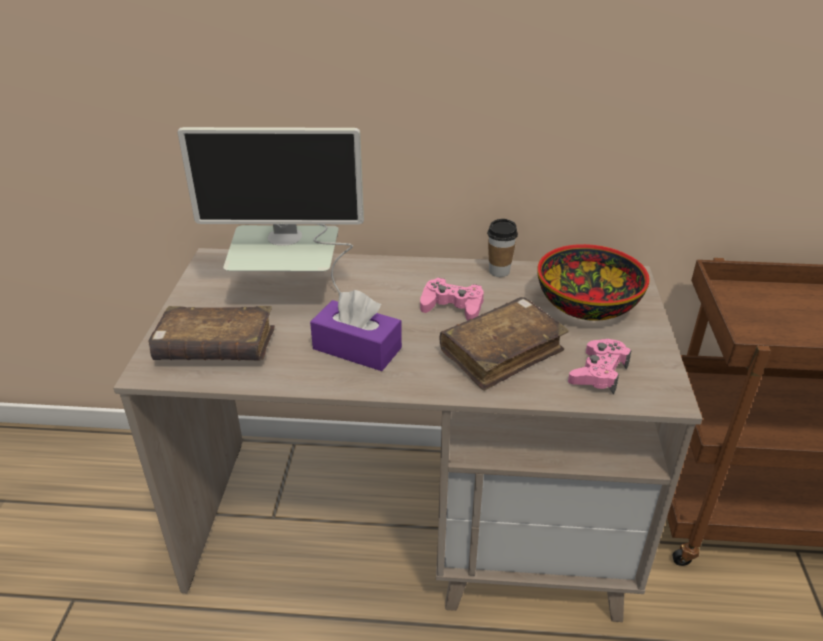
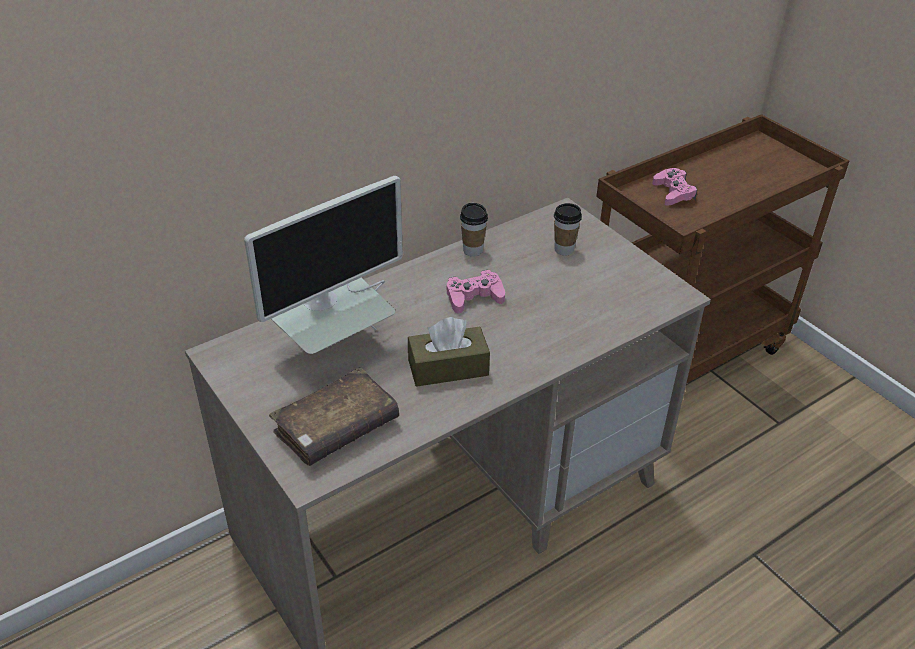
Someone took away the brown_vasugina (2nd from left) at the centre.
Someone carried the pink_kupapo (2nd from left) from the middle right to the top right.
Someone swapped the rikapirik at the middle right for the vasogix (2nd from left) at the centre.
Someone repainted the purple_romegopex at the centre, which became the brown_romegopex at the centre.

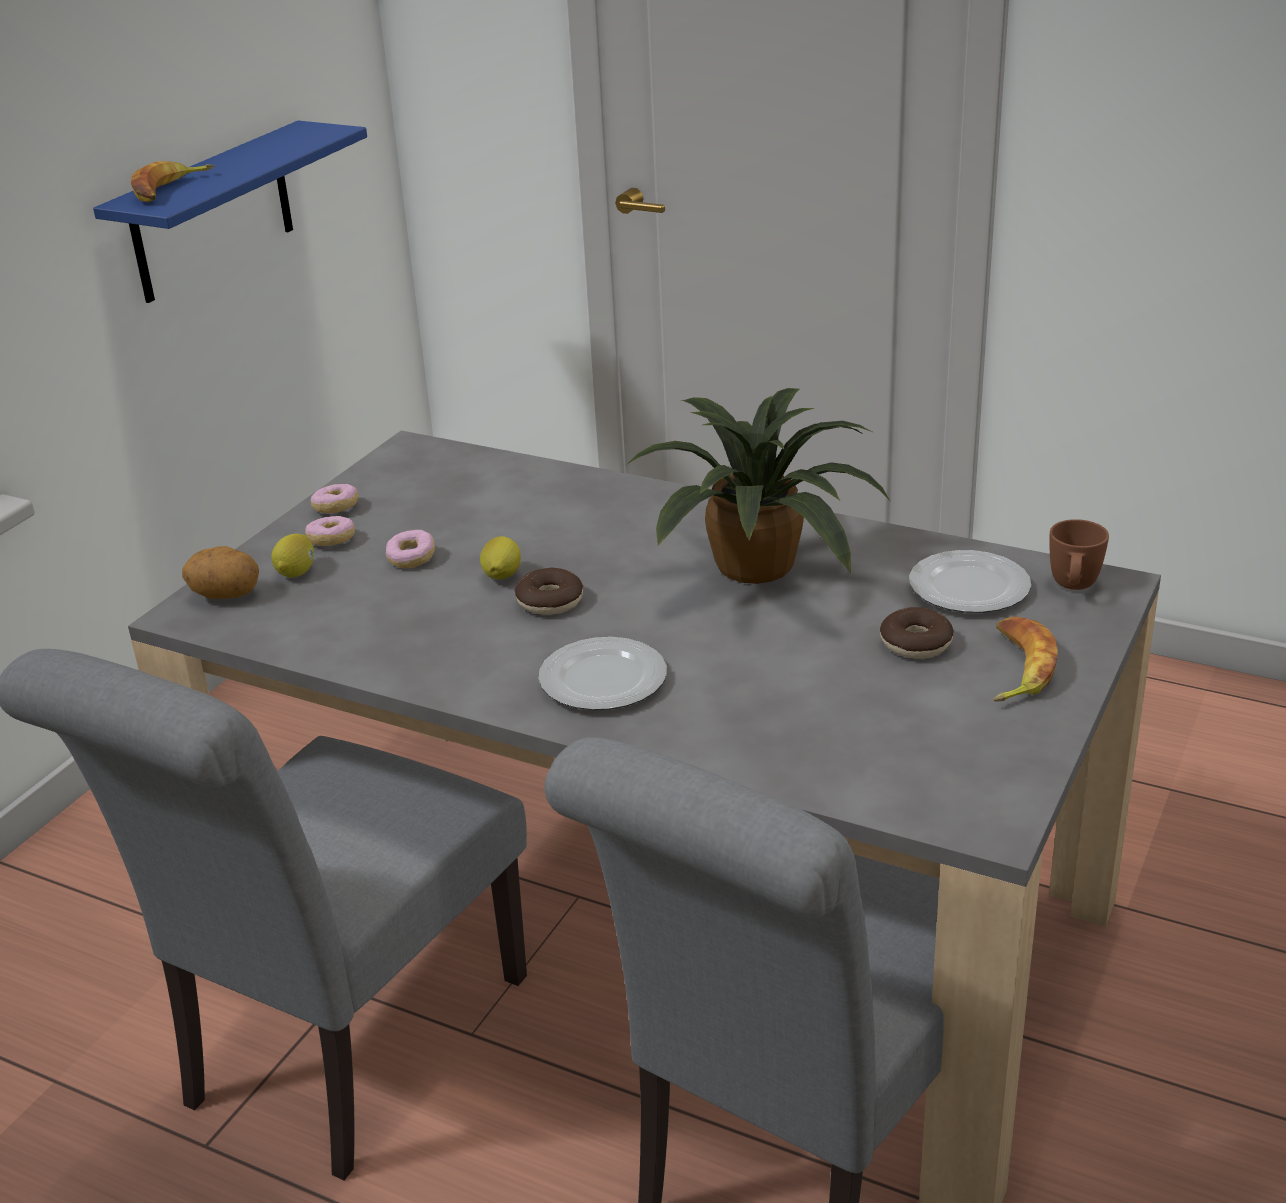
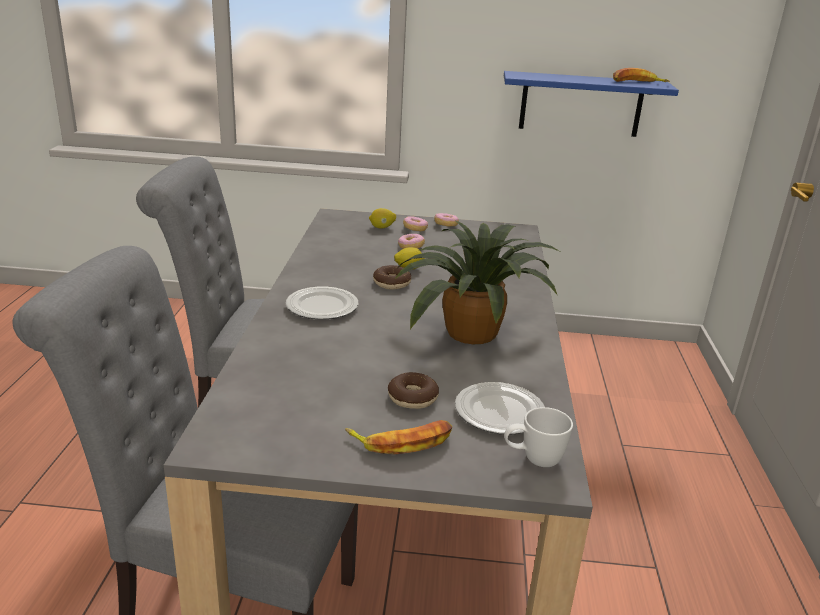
Someone took away the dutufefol at the middle left.
Someone carried the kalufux (1st from left in the first image) from the top left to the top right.
Someone repainted the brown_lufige at the middle right, which became the white_lufige at the bottom centre.

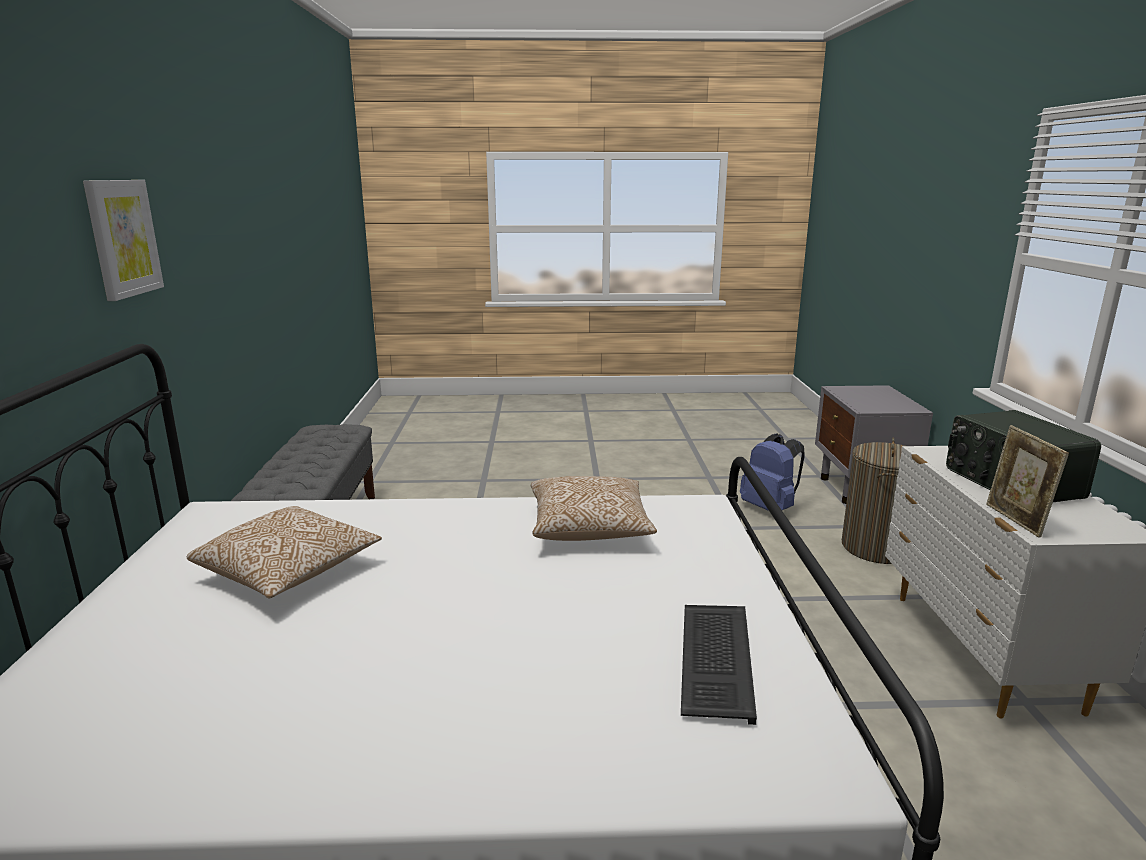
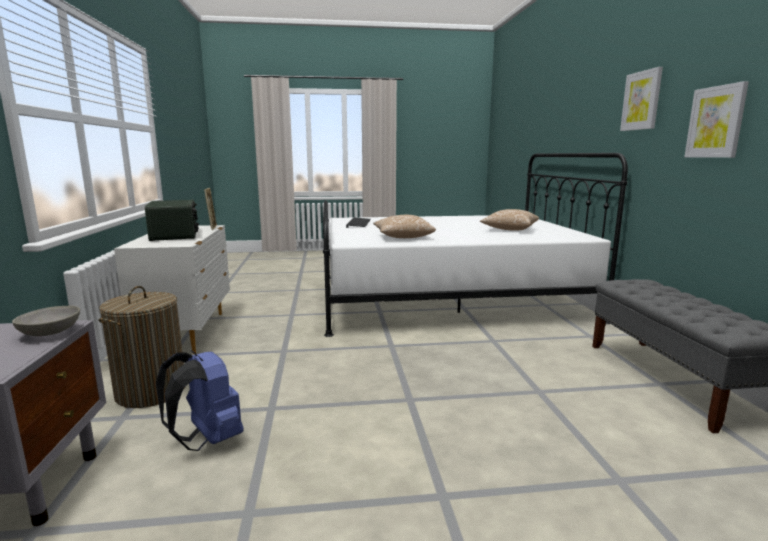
Someone put down the grey_rikapirik at the middle left.
Someone put up the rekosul (2nd from left) at the top right.

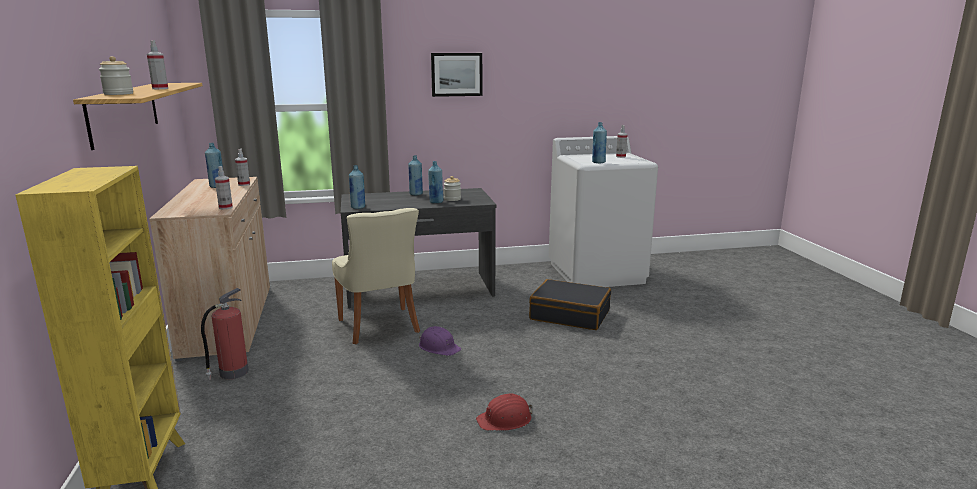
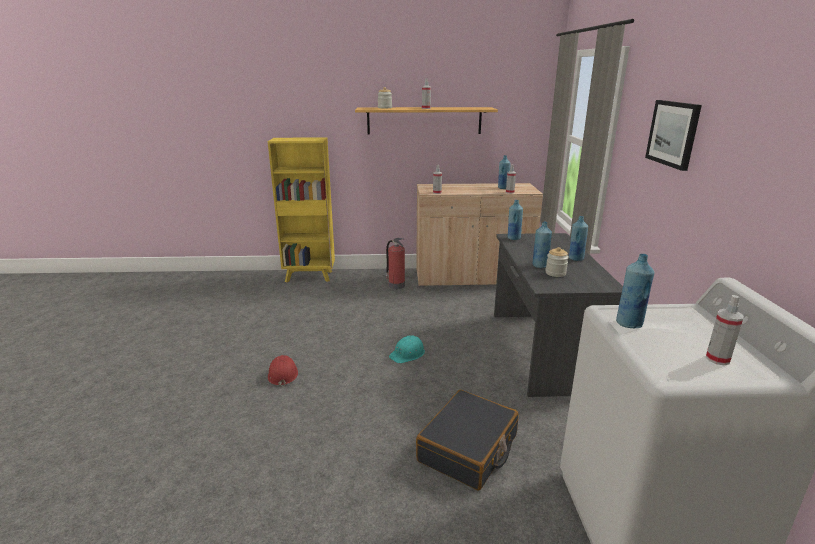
Someone took away the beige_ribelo at the centre.
Someone repainted the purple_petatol at the bottom centre, which became the turquoise_petatol at the centre.

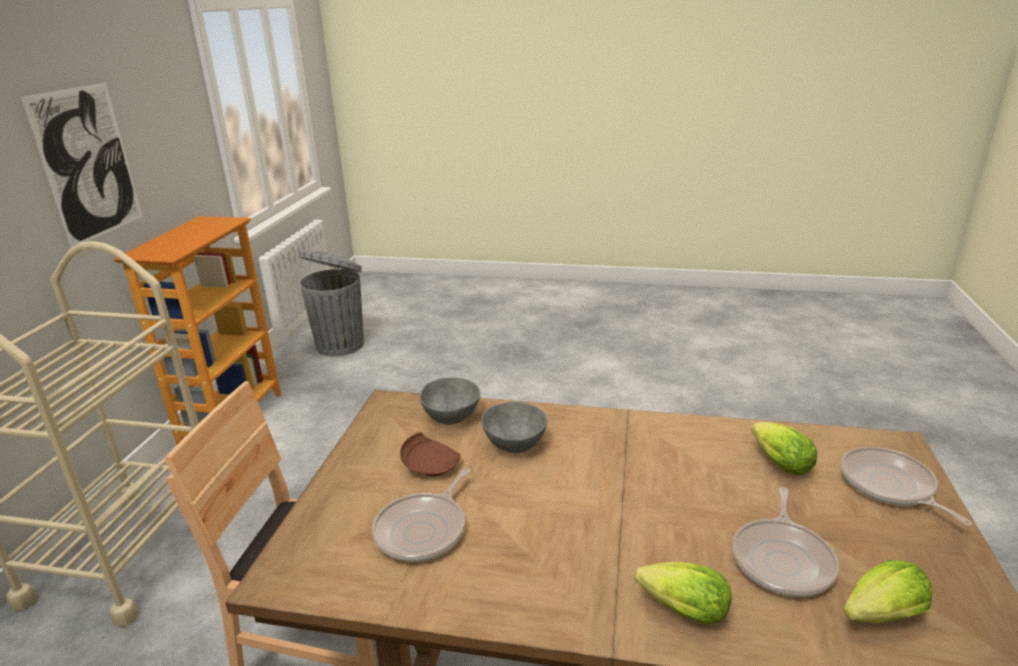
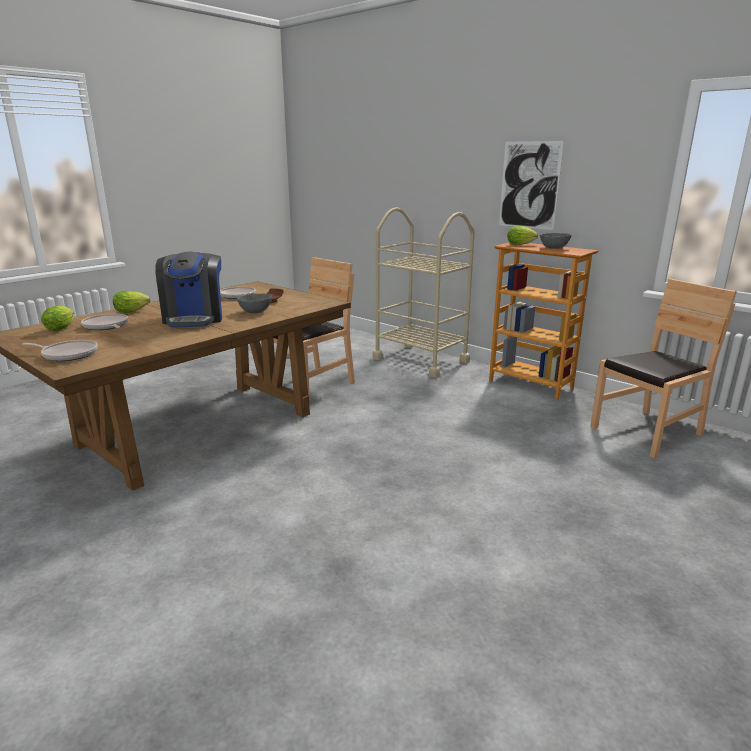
Someone put down the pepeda at the middle left.
Someone carried the grey_rikapirik (1st from left in the first image) from the centre to the top right.
Someone carried the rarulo (2nd from left in the first image) from the bottom right to the top right.
Someone swapped the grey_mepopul at the middle left for the brown_ribelo (2nd from left) at the middle right.

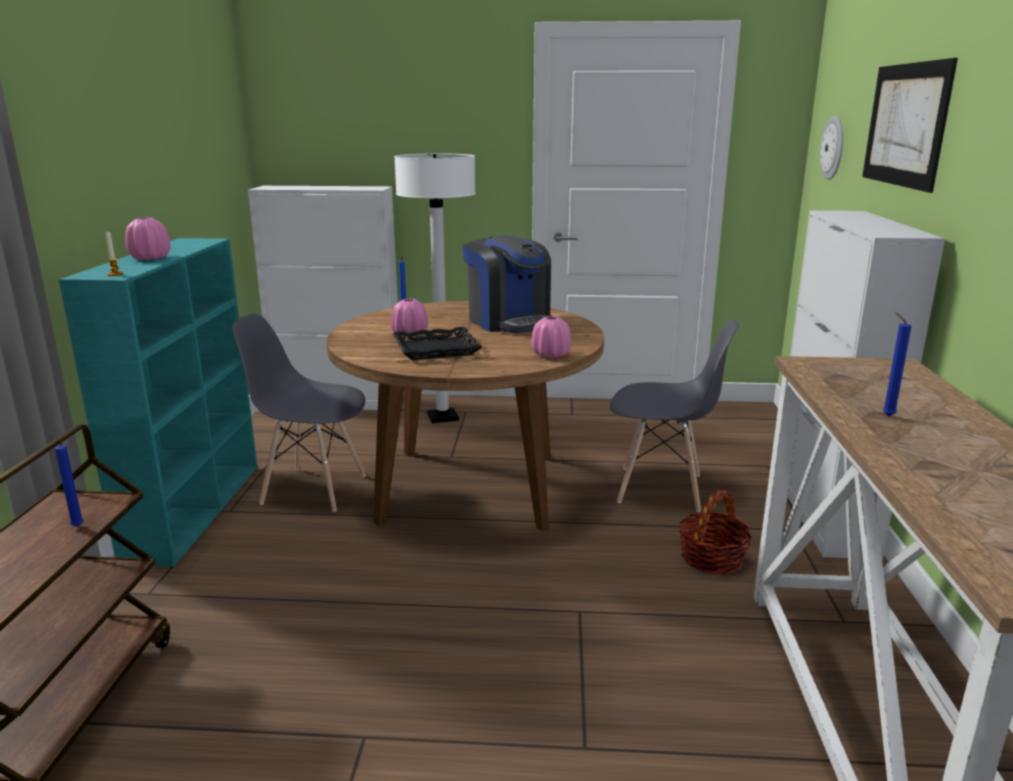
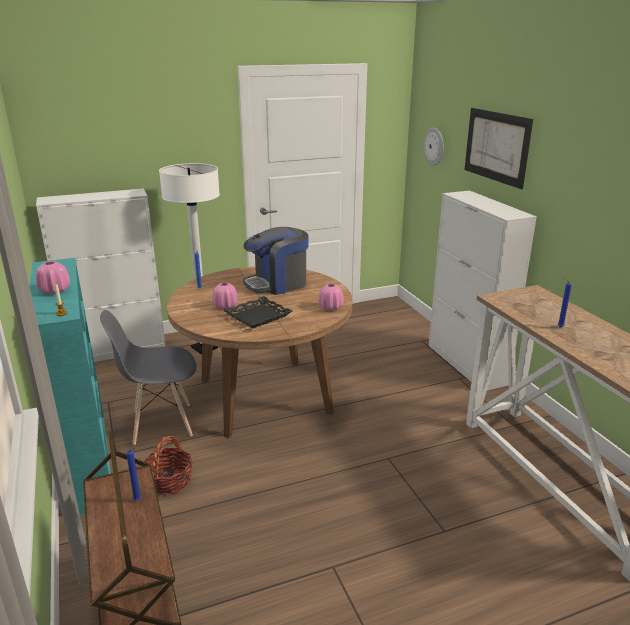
Someone took away the grey_ribelo (2nd from left) at the centre.
Someone carried the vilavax from the bottom right to the bottom left.
Someone rotated the pepeda at the centre by 120 degrees clockwise.

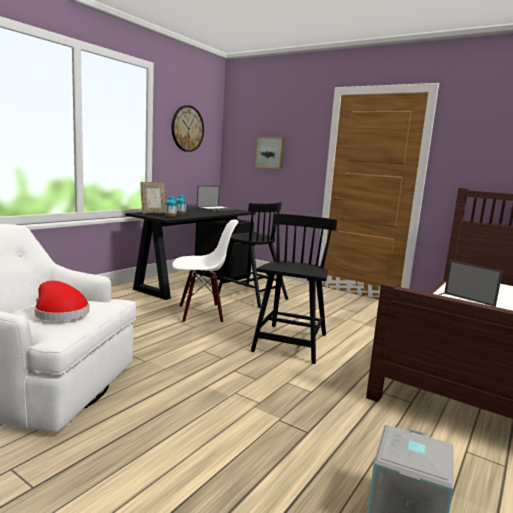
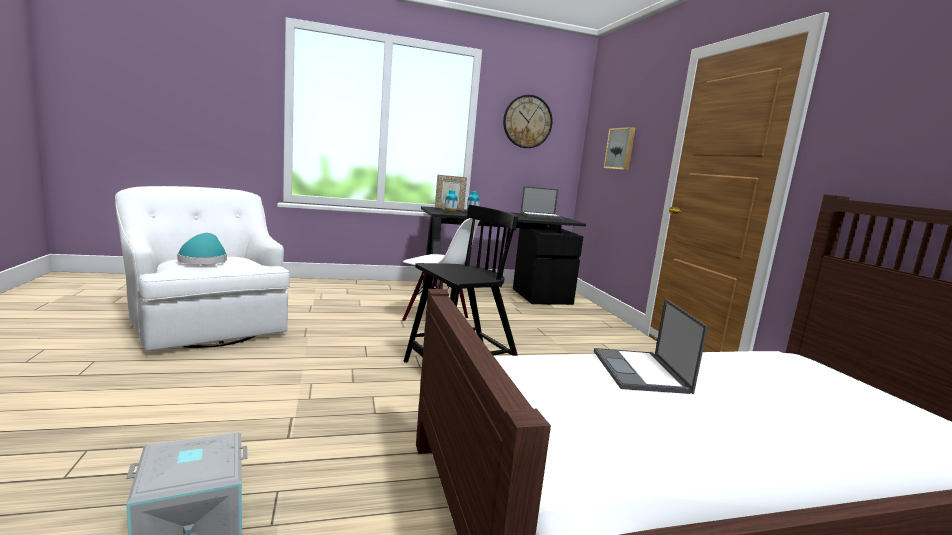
Someone took away the black_ribelo (1st from left) at the centre.
Someone repainted the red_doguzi at the middle left, which became the turquoise_doguzi at the middle left.

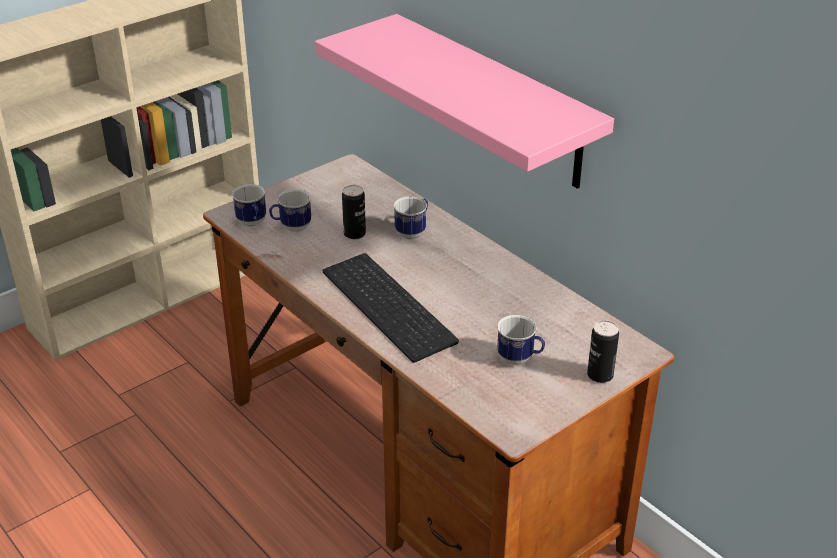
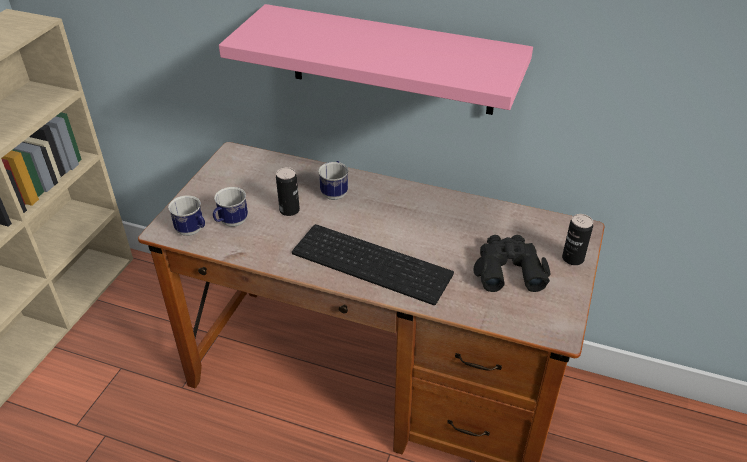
Someone swapped the lufige (4th from left) at the centre for the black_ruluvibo at the middle right.

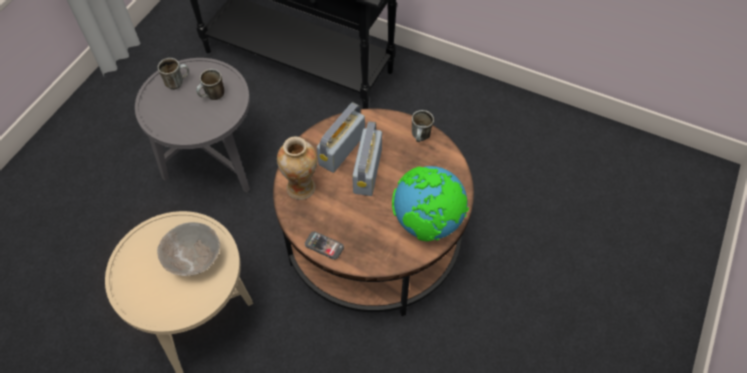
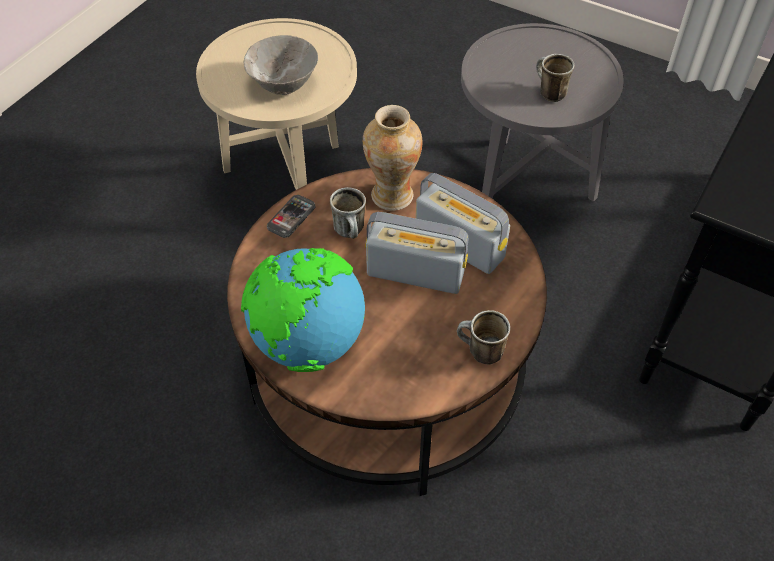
Someone carried the lufige (1st from left) from the top left to the centre.

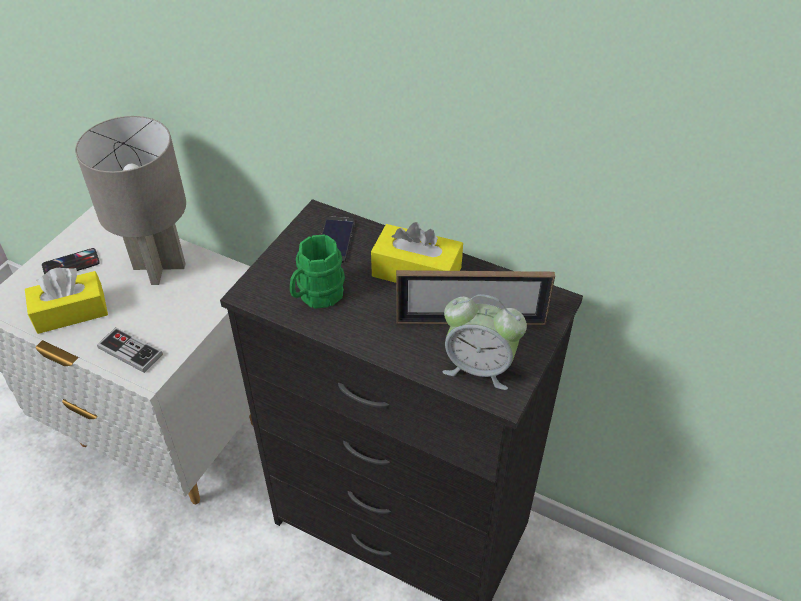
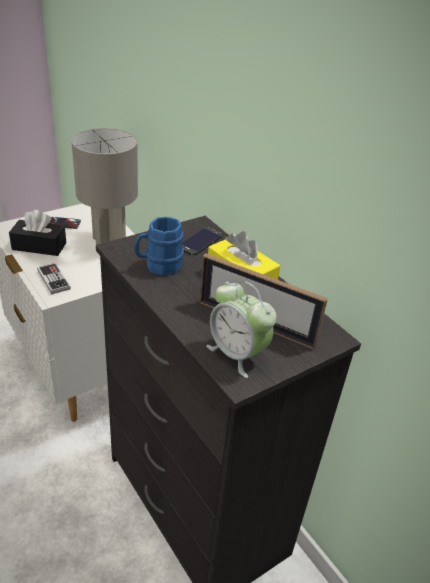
Someone repainted the yellow_romegopex (1st from left) at the middle left, which became the black_romegopex at the middle left.
Someone repainted the green_lufige at the centre, which became the blue_lufige at the centre.

